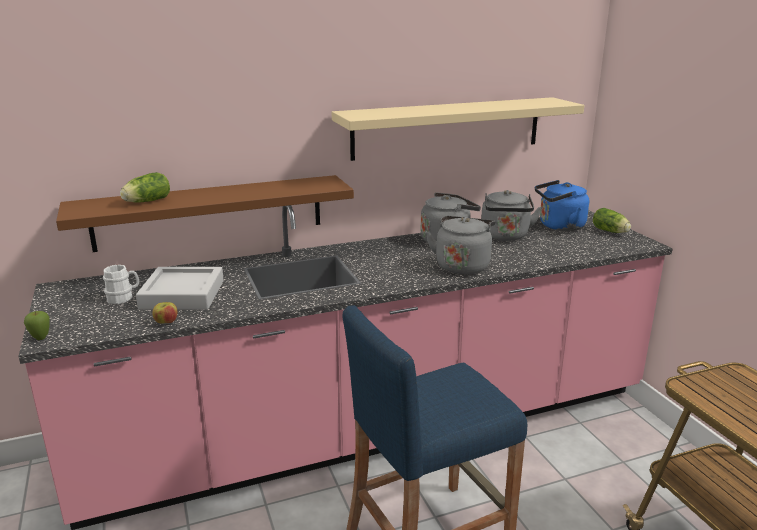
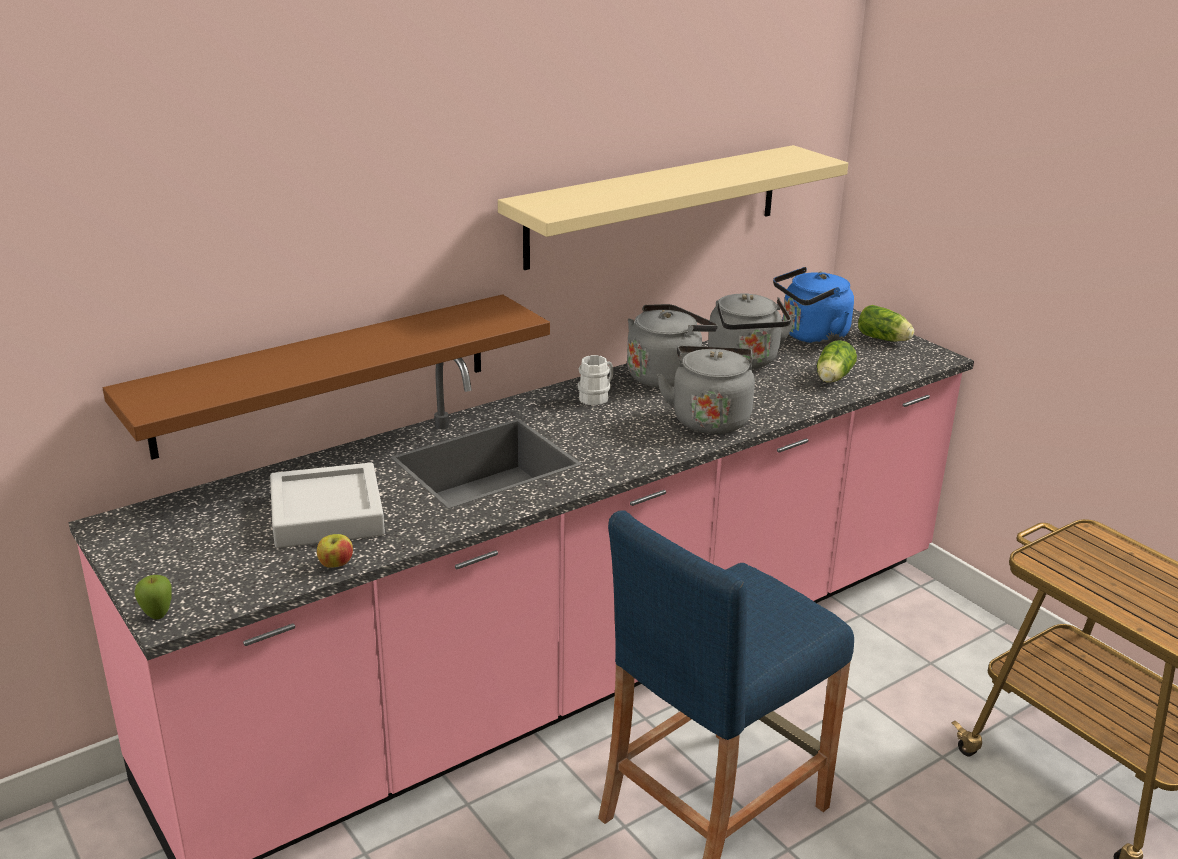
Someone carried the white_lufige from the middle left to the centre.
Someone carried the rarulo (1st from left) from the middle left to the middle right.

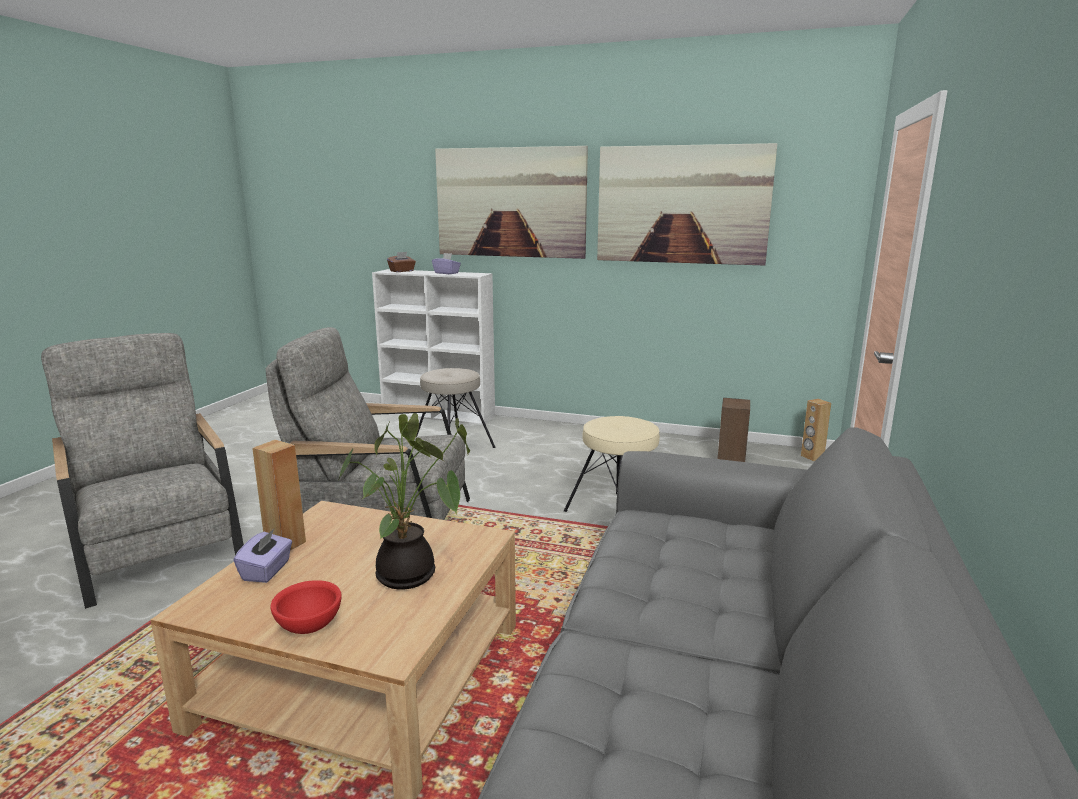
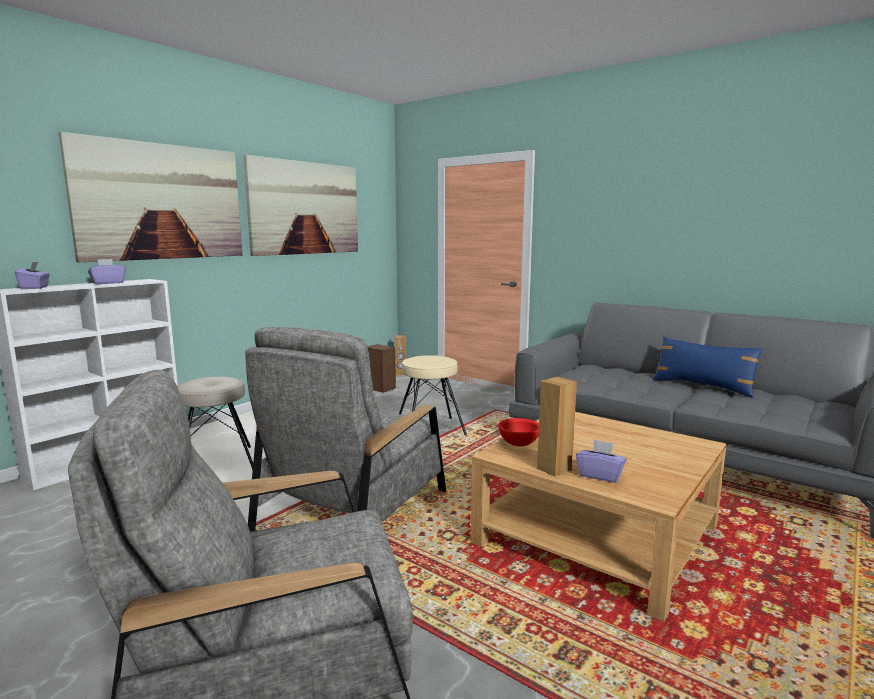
Someone took away the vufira at the centre.
Someone put down the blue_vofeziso at the middle right.
Someone carried the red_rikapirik from the bottom left to the centre.
Someone repainted the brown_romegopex at the top centre, which became the purple_romegopex (1st from left) at the middle left.

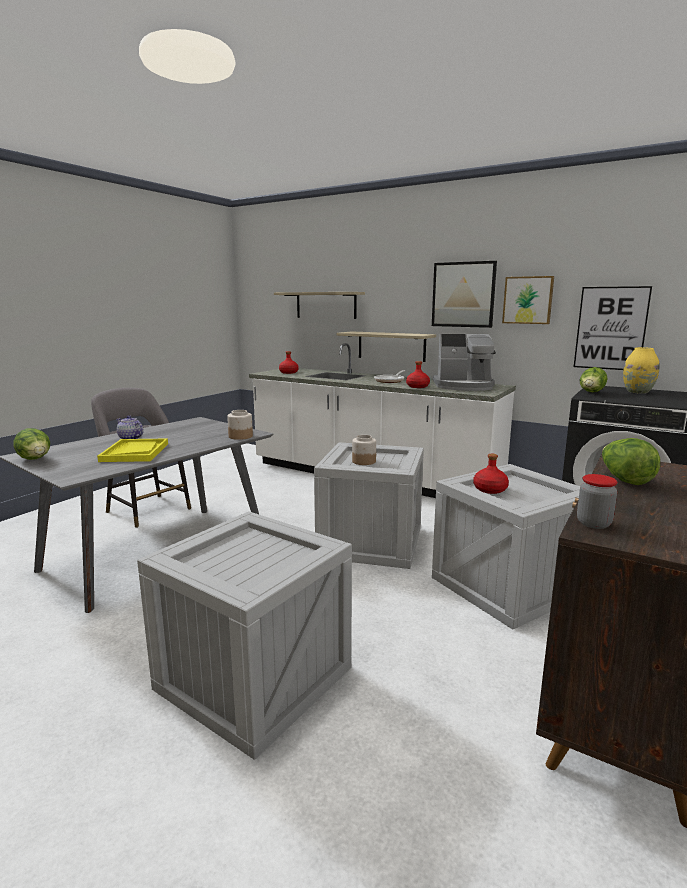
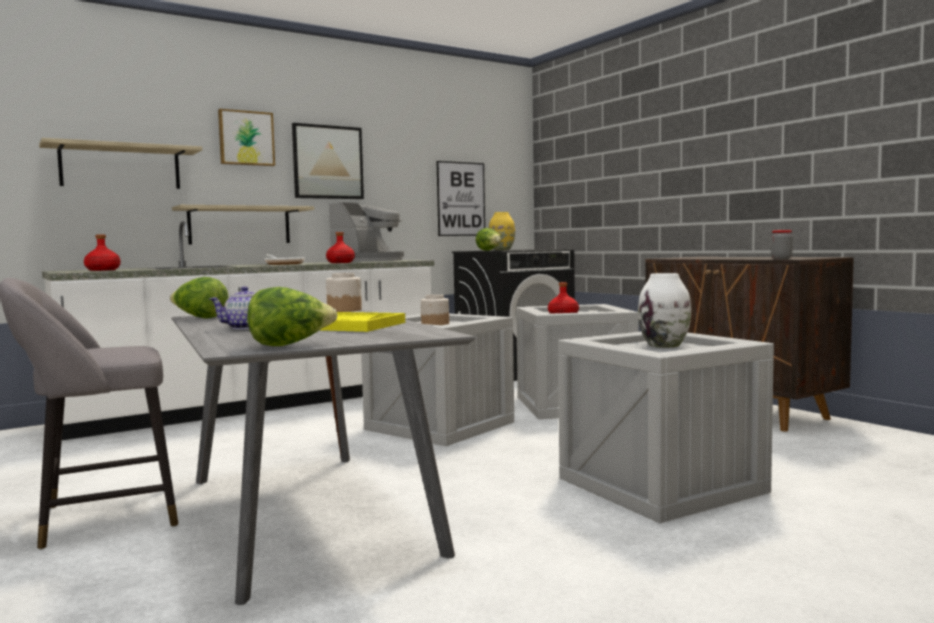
Someone put down the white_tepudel at the middle right.
Someone carried the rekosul (2nd from left in the first image) from the middle right to the top left.
Someone carried the rarulo (3rd from left in the first image) from the middle right to the middle left.

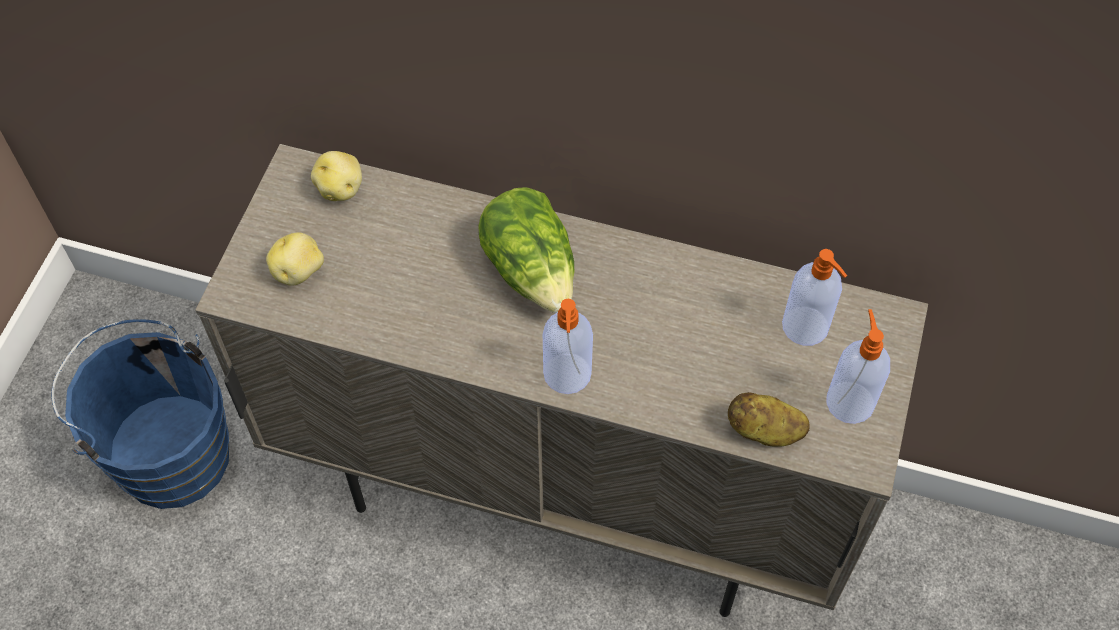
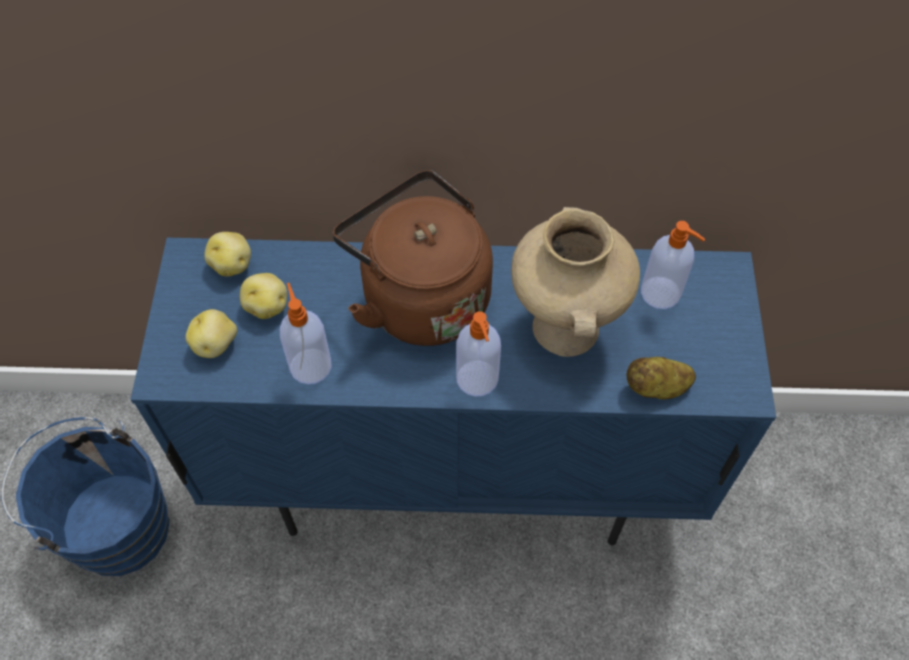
Someone put down the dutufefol (3rd from left) at the middle left.
Someone put down the beige_tepudel at the centre.
Someone carried the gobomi (3rd from left in the first image) from the middle right to the centre.
Someone swapped the rarulo at the centre for the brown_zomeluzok at the centre.
Someone repainted the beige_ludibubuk at the centre, which became the blue_ludibubuk at the centre.

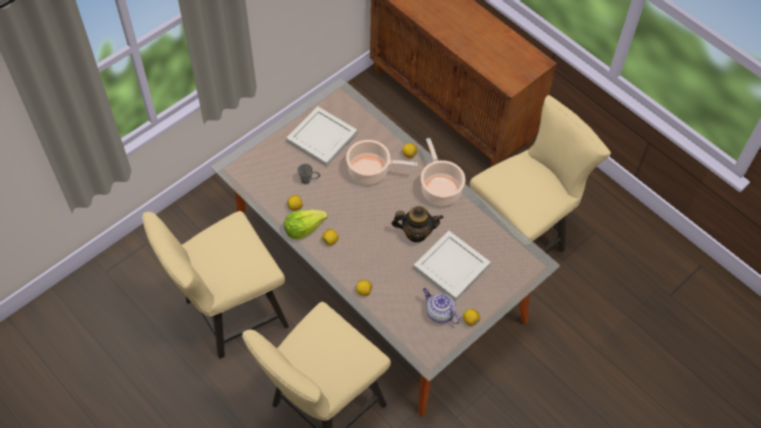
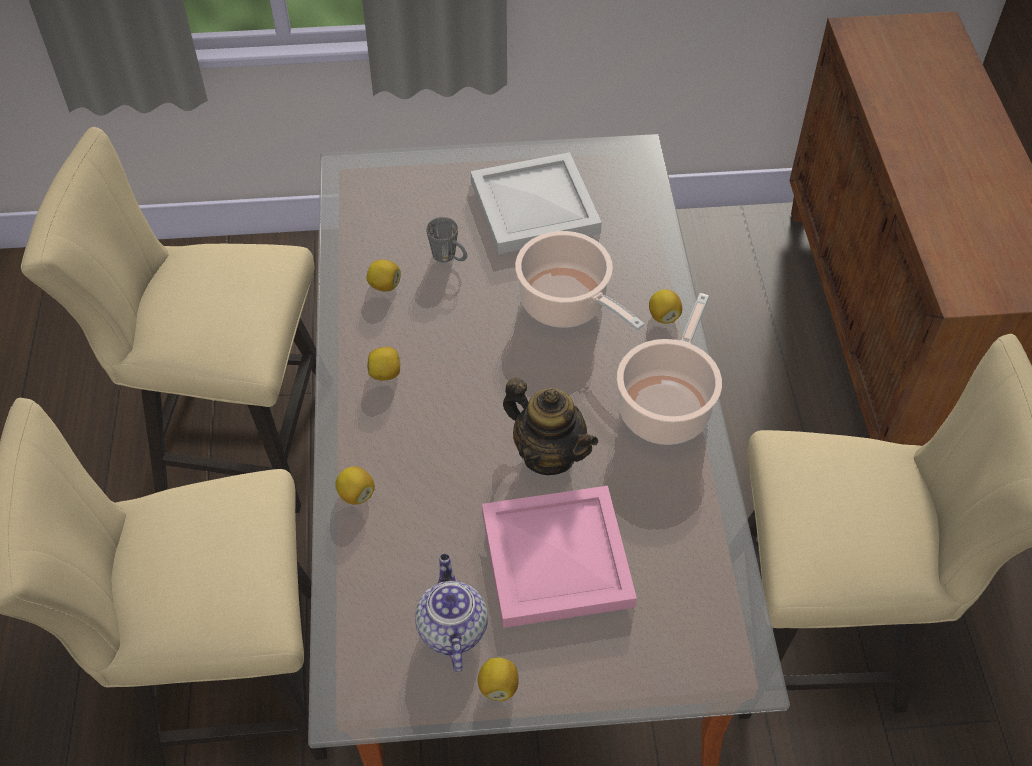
Someone took away the rarulo at the centre.
Someone repainted the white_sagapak (2nd from left) at the centre, which became the pink_sagapak at the bottom centre.

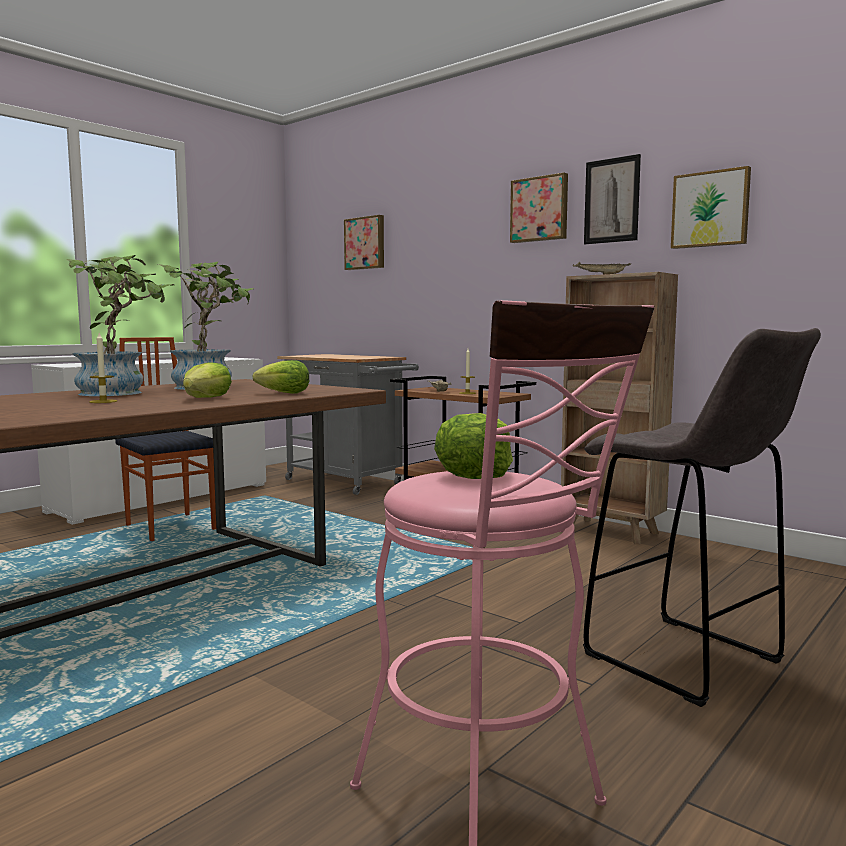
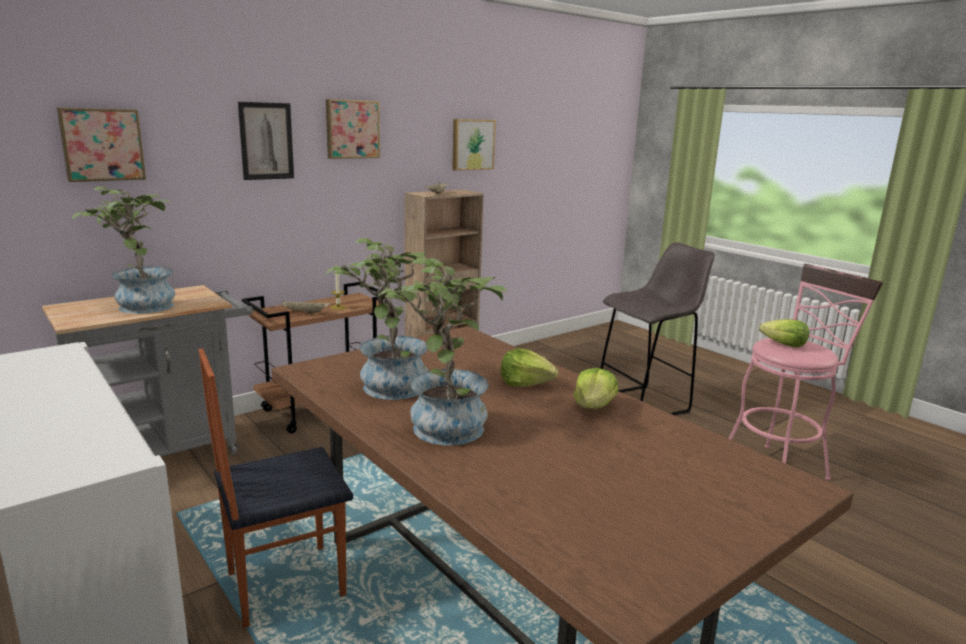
Someone took away the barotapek (1st from left) at the middle left.
Someone put down the vufira (1st from left) at the middle left.
Someone carried the rarulo (2nd from left) from the middle left to the centre.
Someone carried the rekosul (3rd from left in the first image) from the top right to the top left.

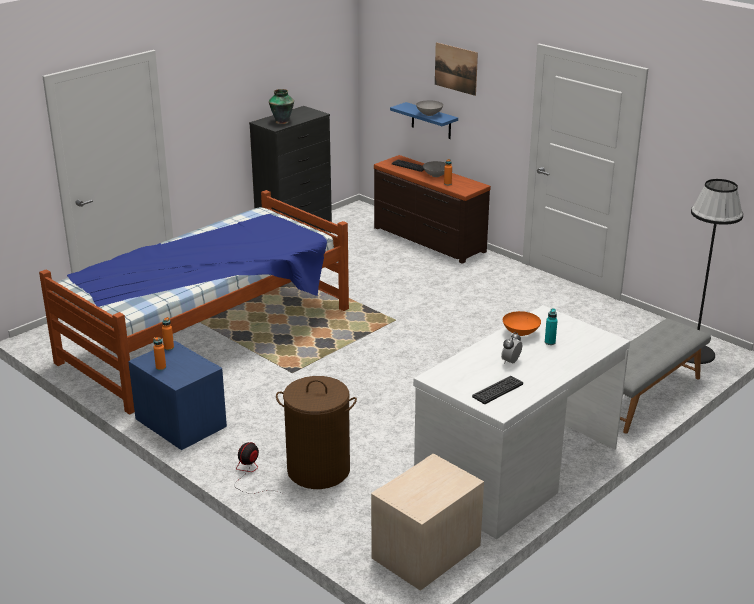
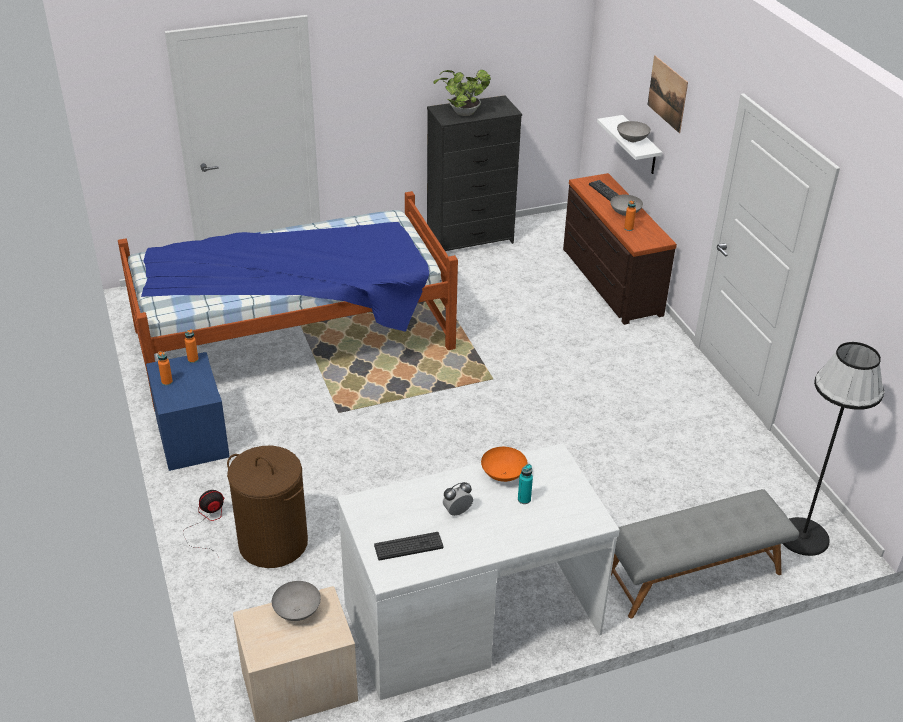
Someone put down the grey_rikapirik (1st from left) at the bottom left.
Someone swapped the tepudel at the top centre for the vufira at the top centre.
Someone repainted the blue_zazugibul at the top centre, which became the white_zazugibul at the top right.

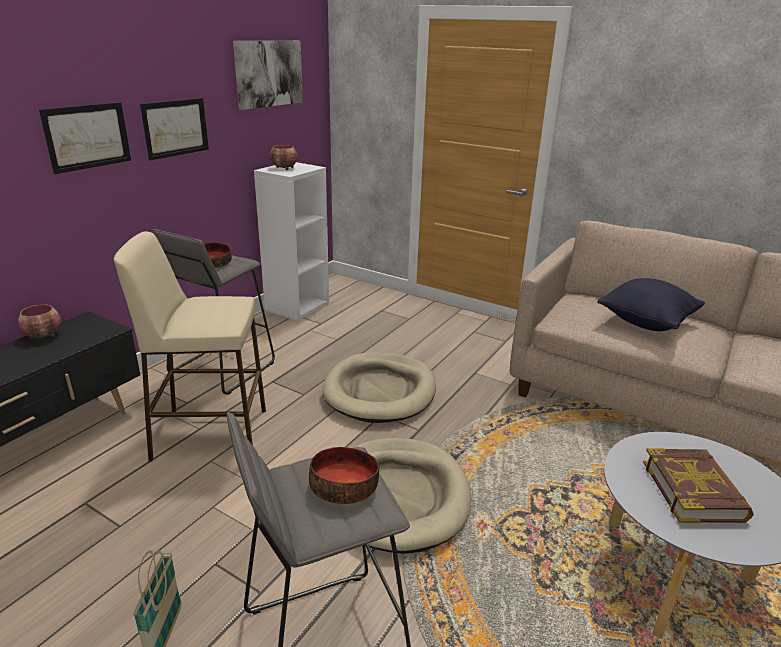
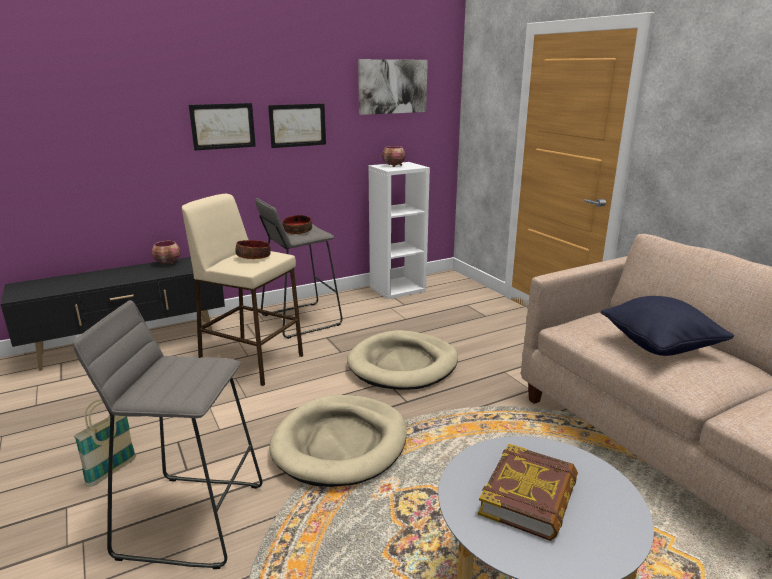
Someone carried the rikapirik (4th from left in the first image) from the bottom centre to the middle left.

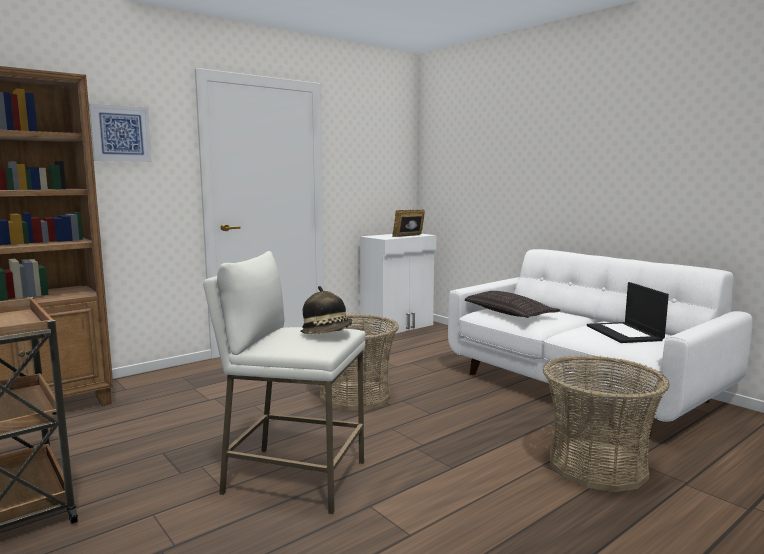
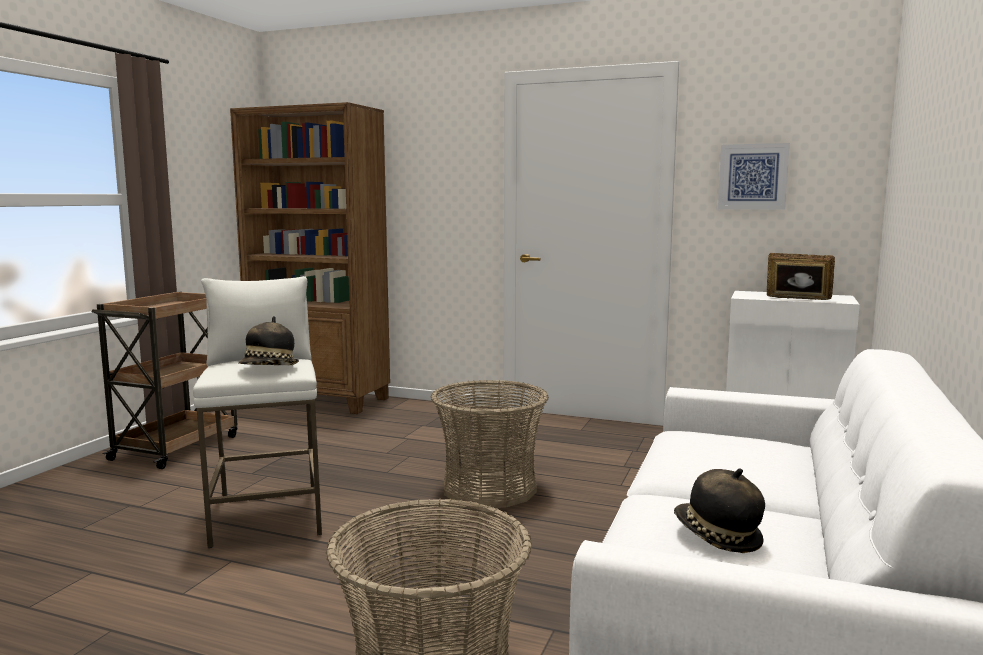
Someone took away the vofeziso at the middle right.
Someone carried the rekosul from the top left to the top right.
Someone swapped the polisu at the middle right for the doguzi (2nd from left) at the bottom right.

